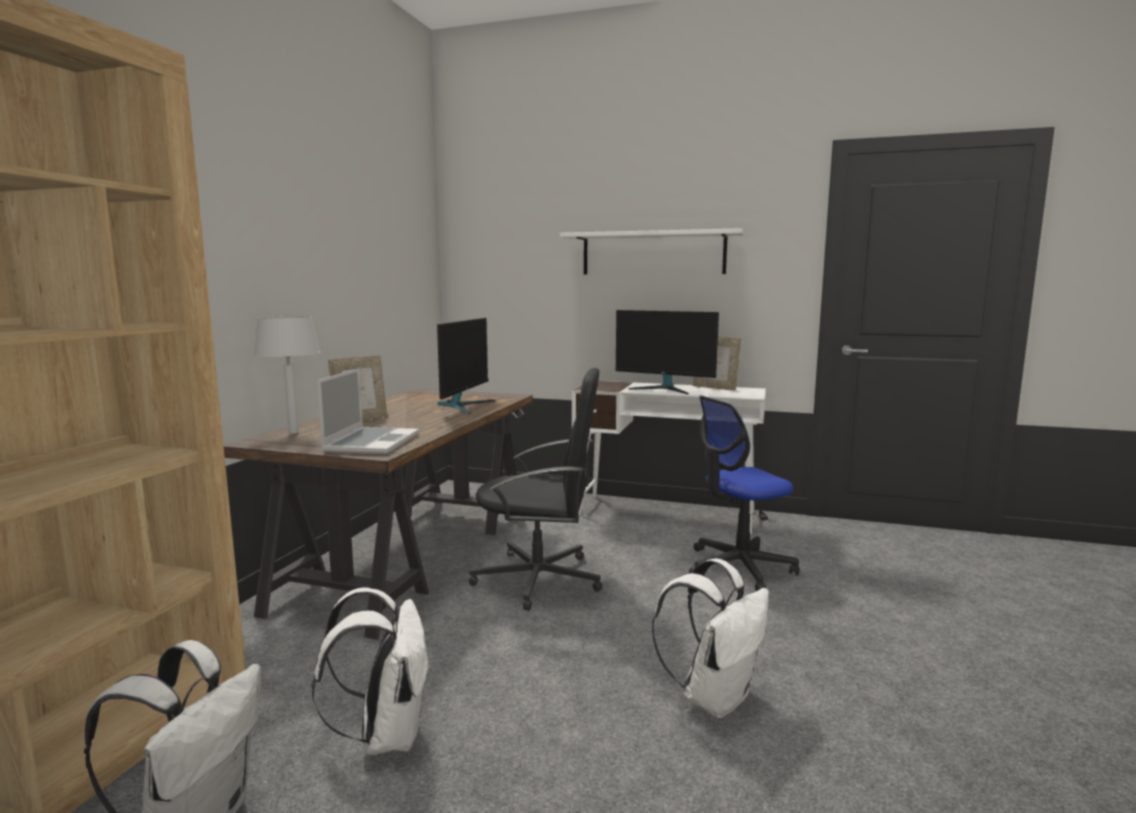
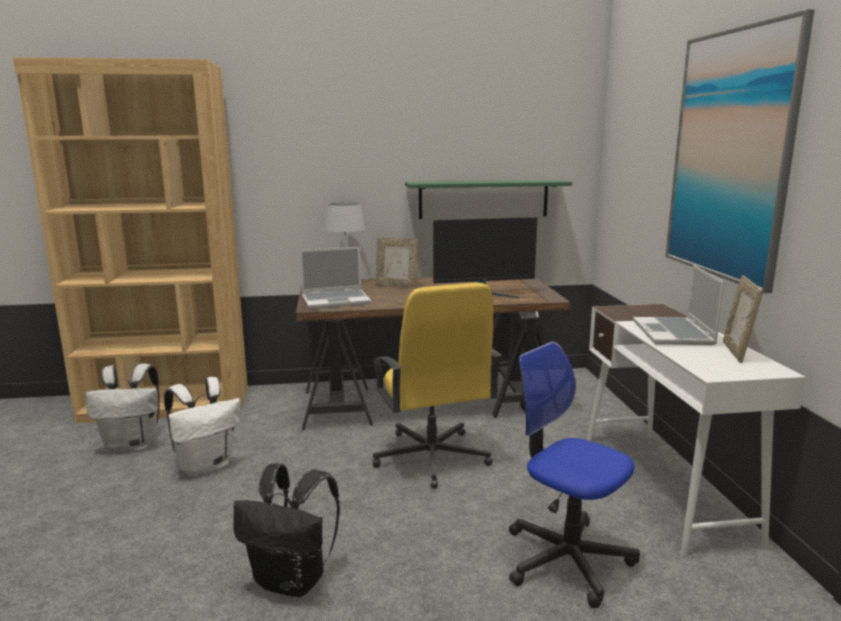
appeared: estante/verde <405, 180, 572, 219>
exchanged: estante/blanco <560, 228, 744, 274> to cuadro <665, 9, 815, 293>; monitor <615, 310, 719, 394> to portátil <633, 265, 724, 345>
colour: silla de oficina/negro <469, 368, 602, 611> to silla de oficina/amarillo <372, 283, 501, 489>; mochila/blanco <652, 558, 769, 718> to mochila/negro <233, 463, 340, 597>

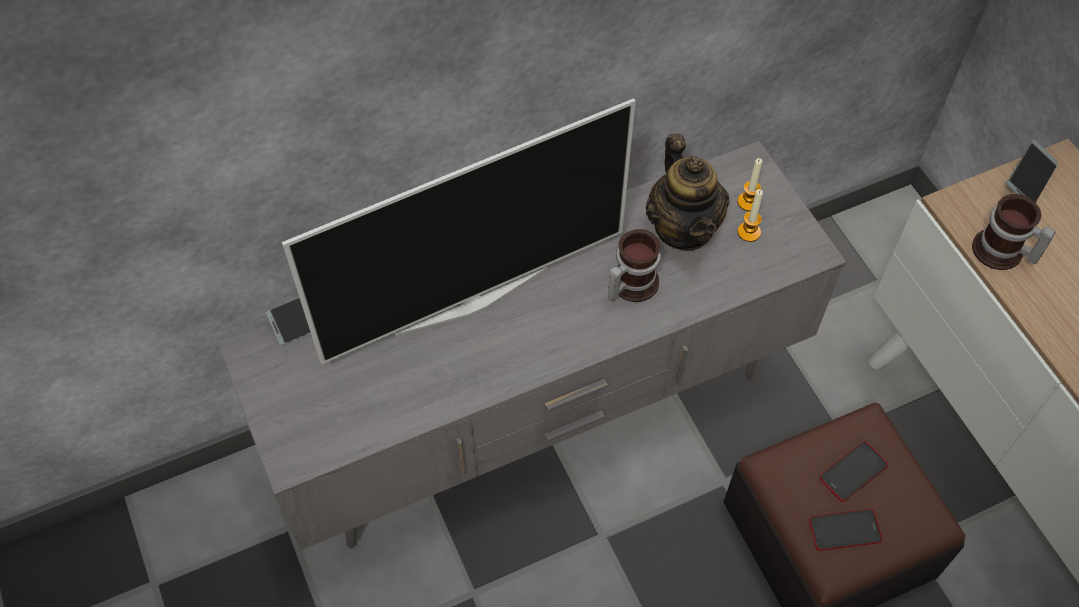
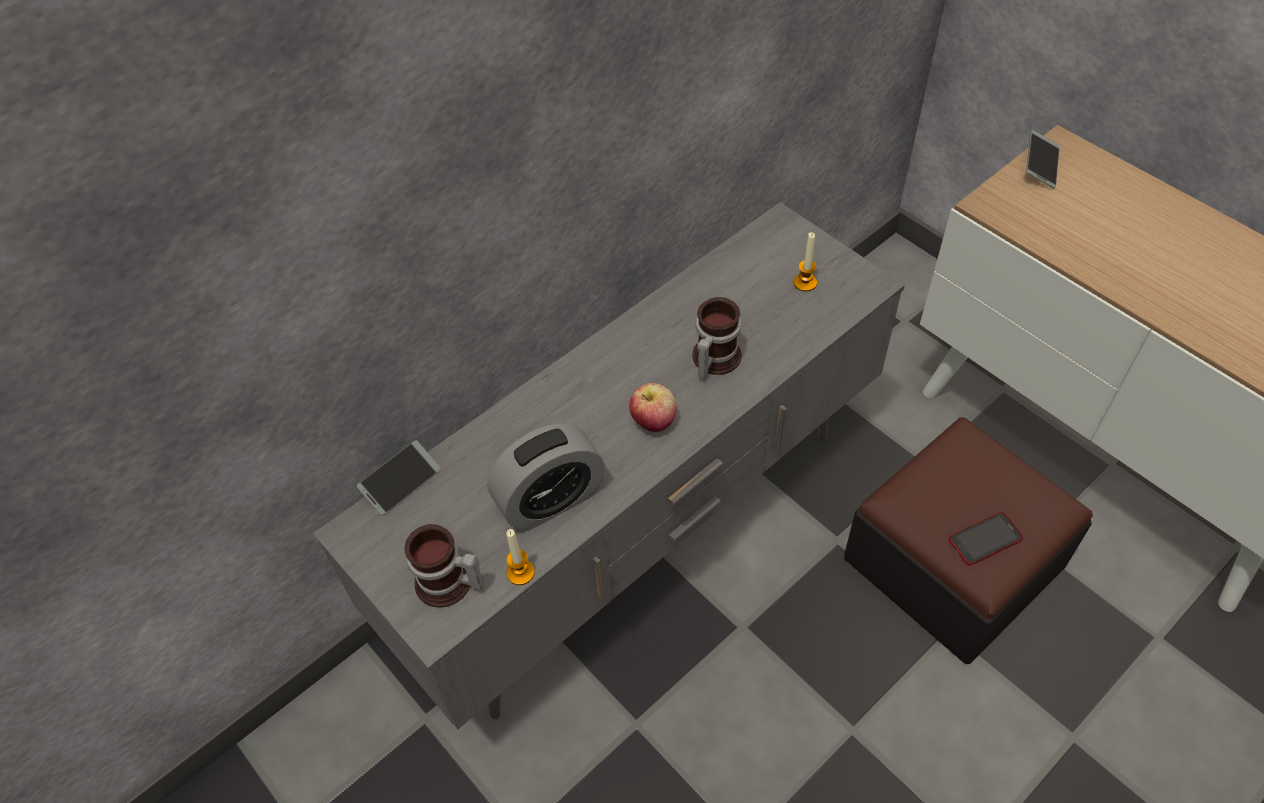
missing: televisor <282, 98, 635, 365>; tetera <646, 133, 730, 251>; móvil <820, 441, 888, 502>
appeared: despertador <487, 423, 605, 530>; manzana <629, 383, 677, 432>
relocated: vela <737, 158, 762, 211> to <506, 529, 535, 585>; taza grande <972, 194, 1056, 270> to <404, 524, 484, 608>

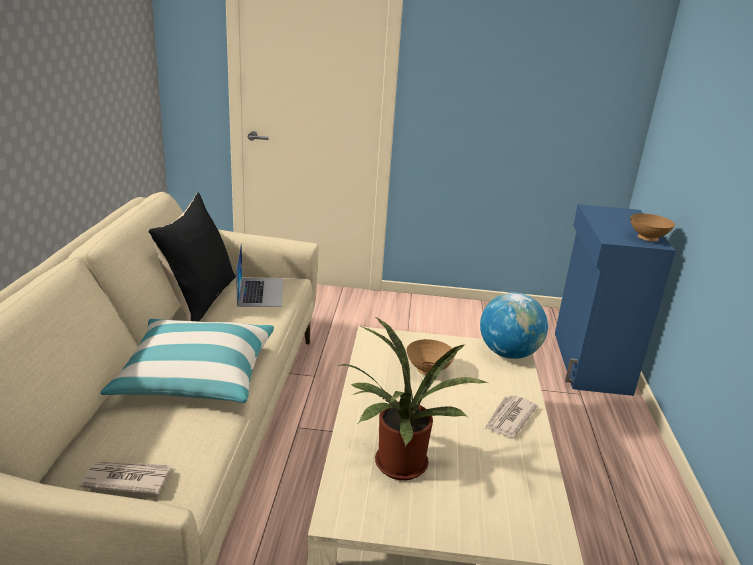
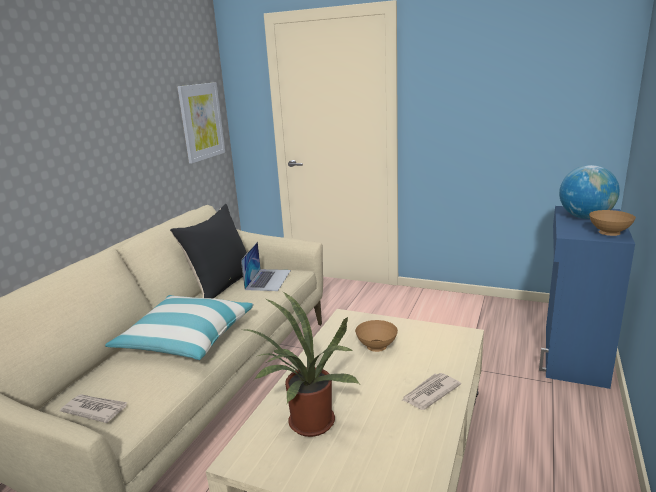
appeared: cuadro <177, 82, 225, 163>
relocated: globo terráqueo <480, 292, 548, 359> to <559, 165, 620, 219>

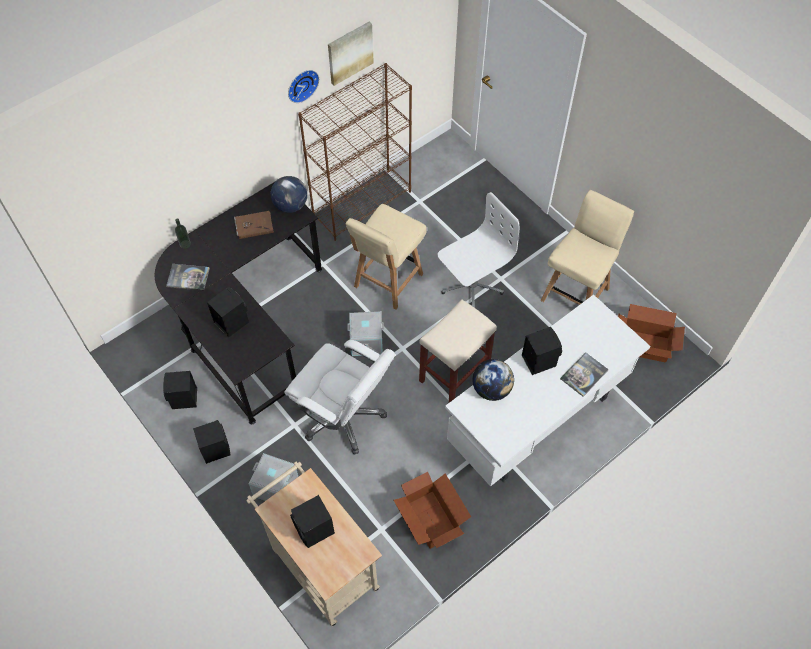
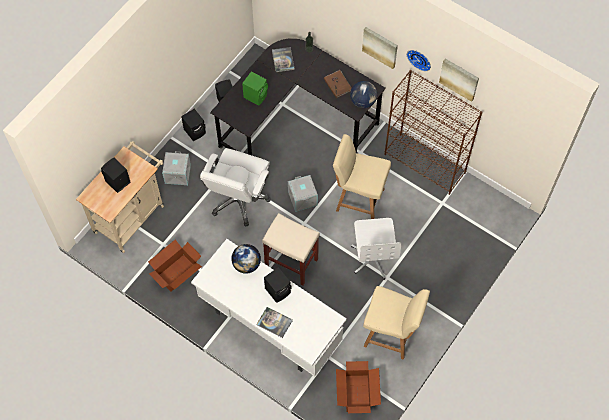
appeared: cuadro <362, 27, 398, 69>
colour: altavoz/negro <207, 287, 249, 338> to altavoz/verde <242, 71, 268, 106>
spun: silla de oficina/blanco <438, 192, 519, 308> = <351, 218, 401, 280> 45 degrees clockwise

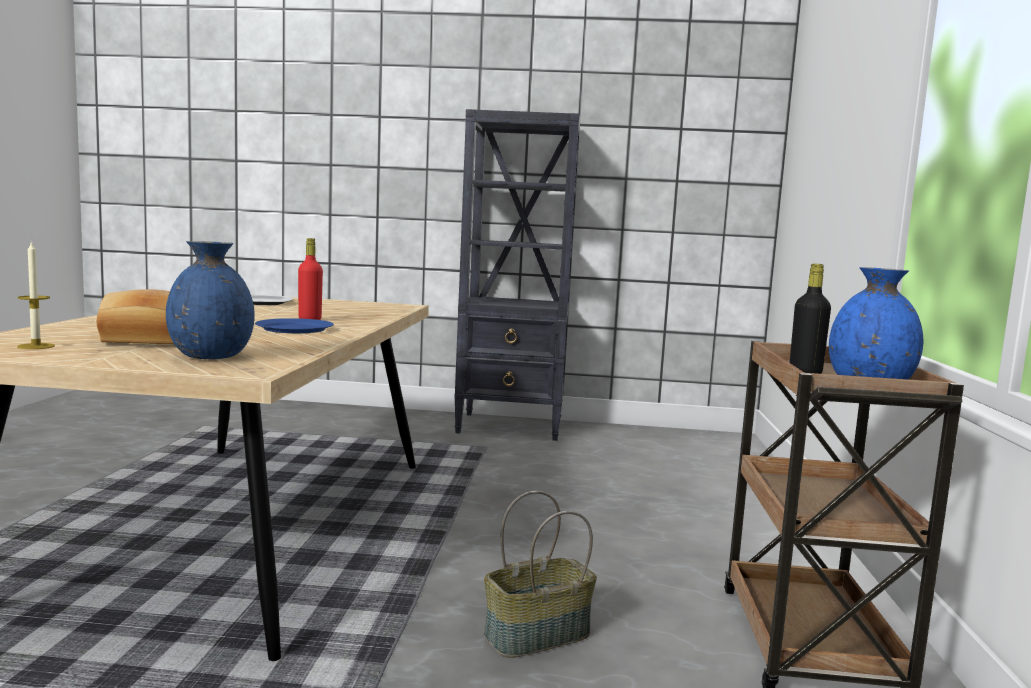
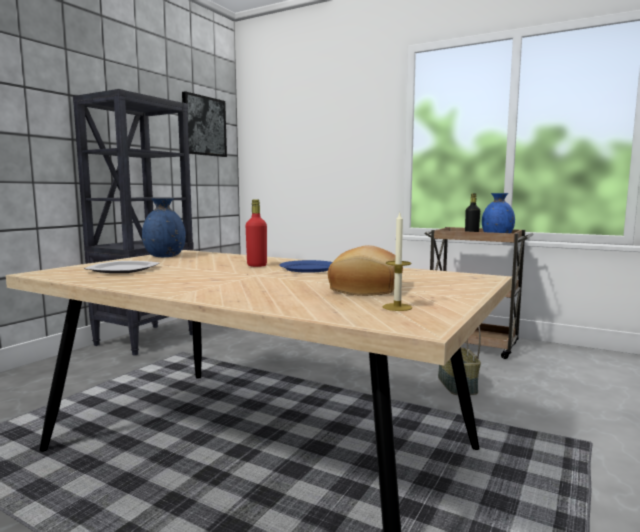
appeared: cuadro <182, 91, 227, 157>
relocated: florero/azul <166, 241, 255, 359> to <142, 198, 186, 257>

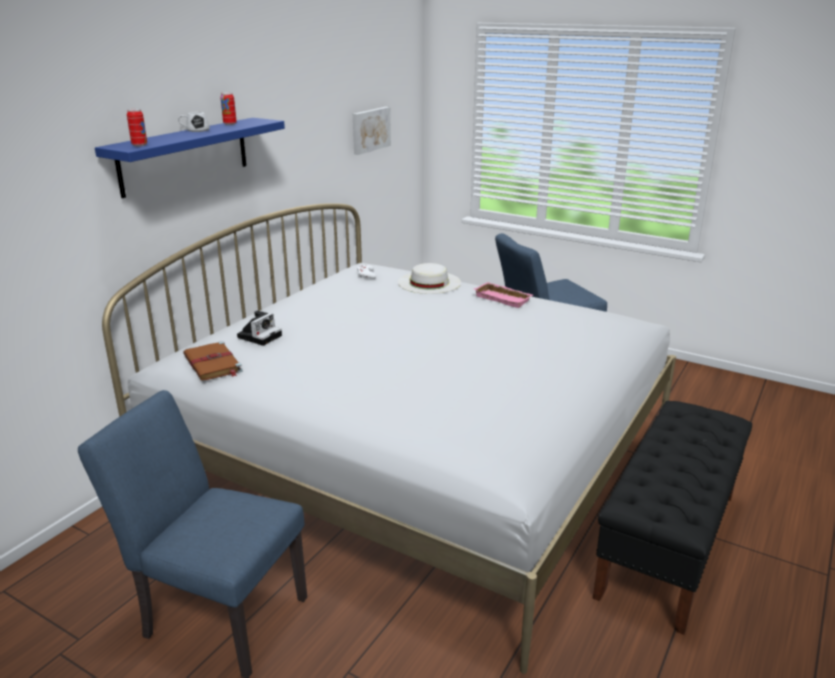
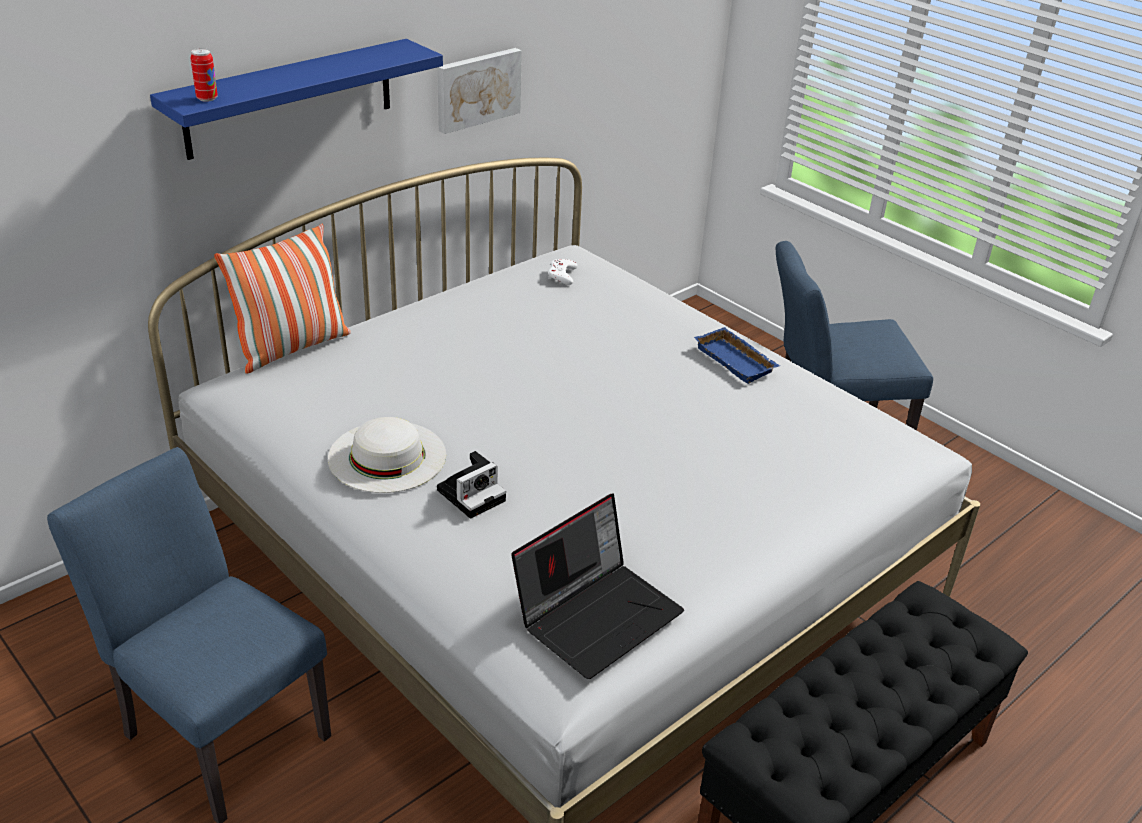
missing: taza grande/blanco <178, 112, 210, 132>; libro/marrón <183, 341, 243, 380>; lata <220, 92, 237, 125>
appeared: cojín <214, 224, 351, 374>; portátil <511, 493, 684, 679>
relocated: cámara <237, 311, 282, 346> to <437, 451, 506, 518>; cuadro <353, 107, 391, 155> to <437, 48, 522, 134>; sombrero/blanco <398, 263, 461, 294> to <328, 417, 446, 493>
colour: bandeja/rosa <474, 282, 533, 308> to bandeja/azul <694, 327, 780, 384>

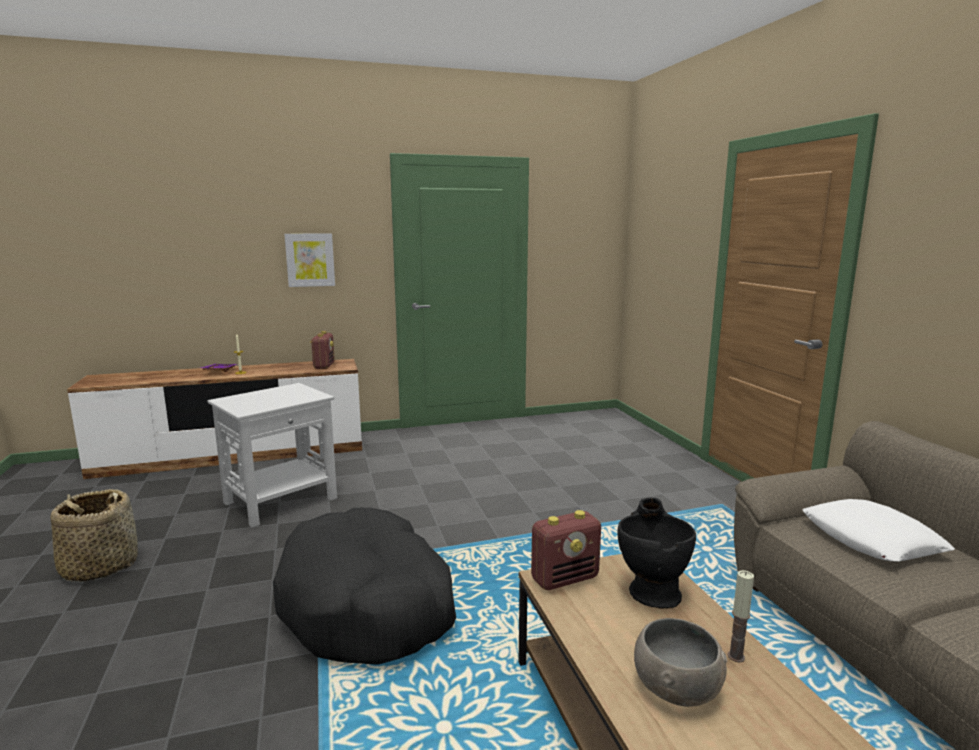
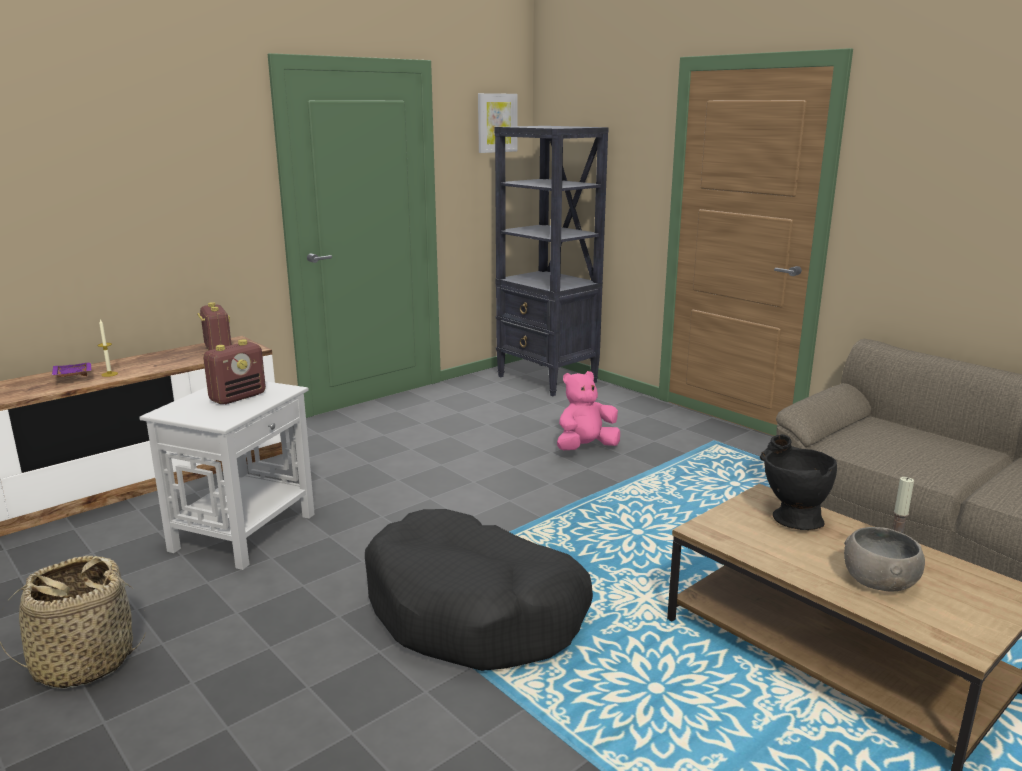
missing: cojín/blanco <802, 499, 955, 562>
appeared: estantería/negro <494, 126, 609, 396>; peluche/rosa <557, 371, 620, 450>
relocated: cuadro <284, 233, 335, 287> to <478, 93, 518, 153>; radio <531, 510, 601, 590> to <203, 339, 266, 404>

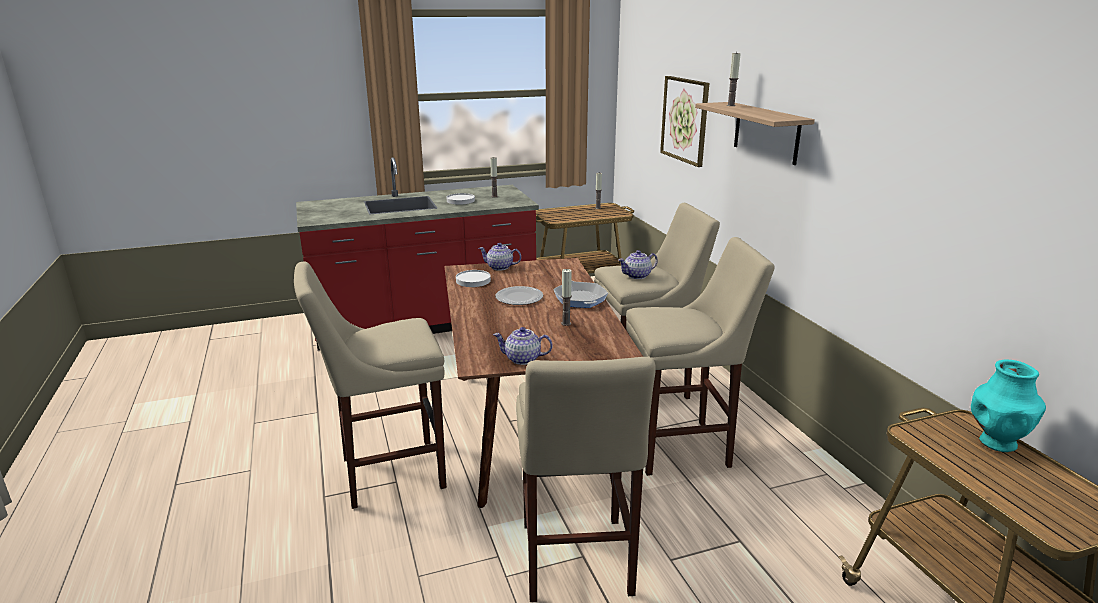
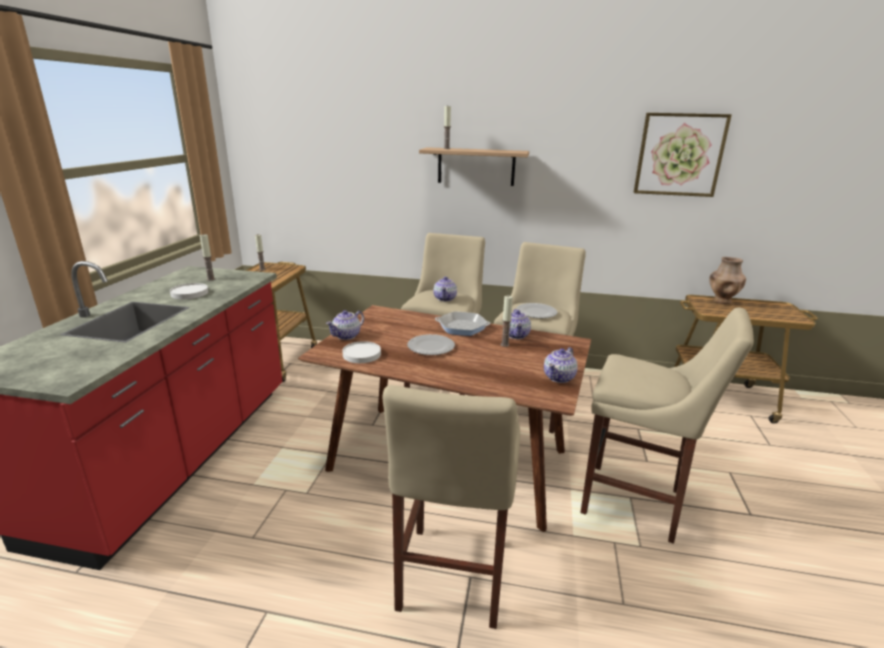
appeared: tetera <509, 309, 531, 339>; plato <516, 303, 557, 318>
relocated: cuadro <660, 76, 709, 167> to <633, 113, 732, 197>
colour: florero/turquesa <971, 360, 1046, 452> to florero/marrón <709, 257, 746, 304>

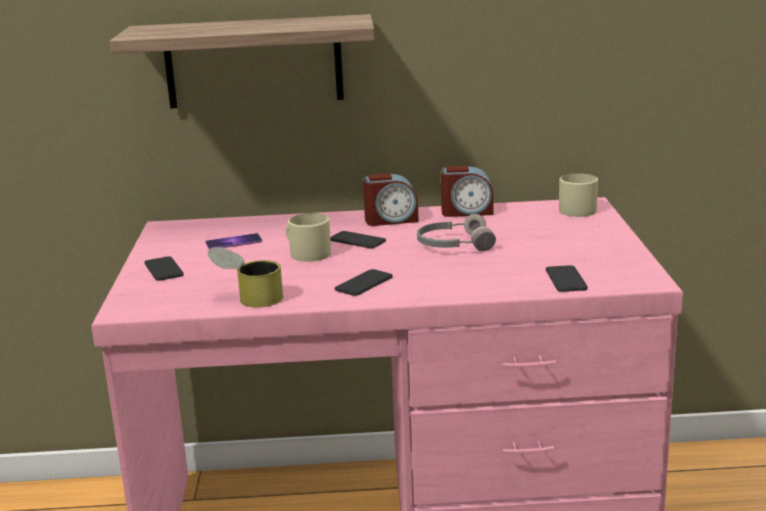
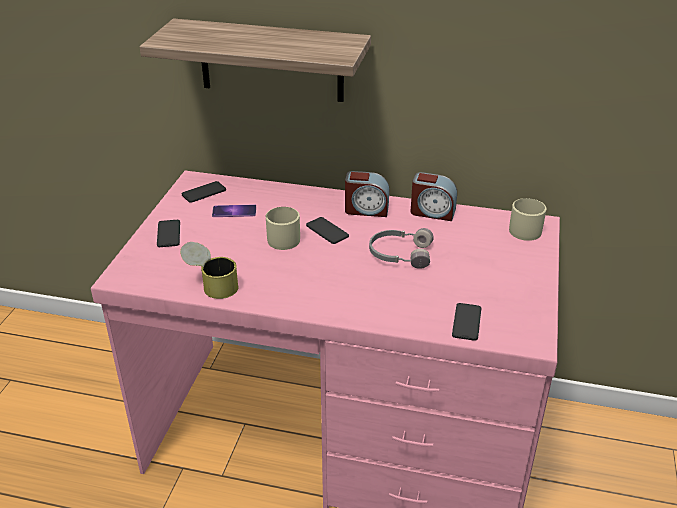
relocated: móvil <335, 269, 393, 296> to <182, 181, 226, 203>

